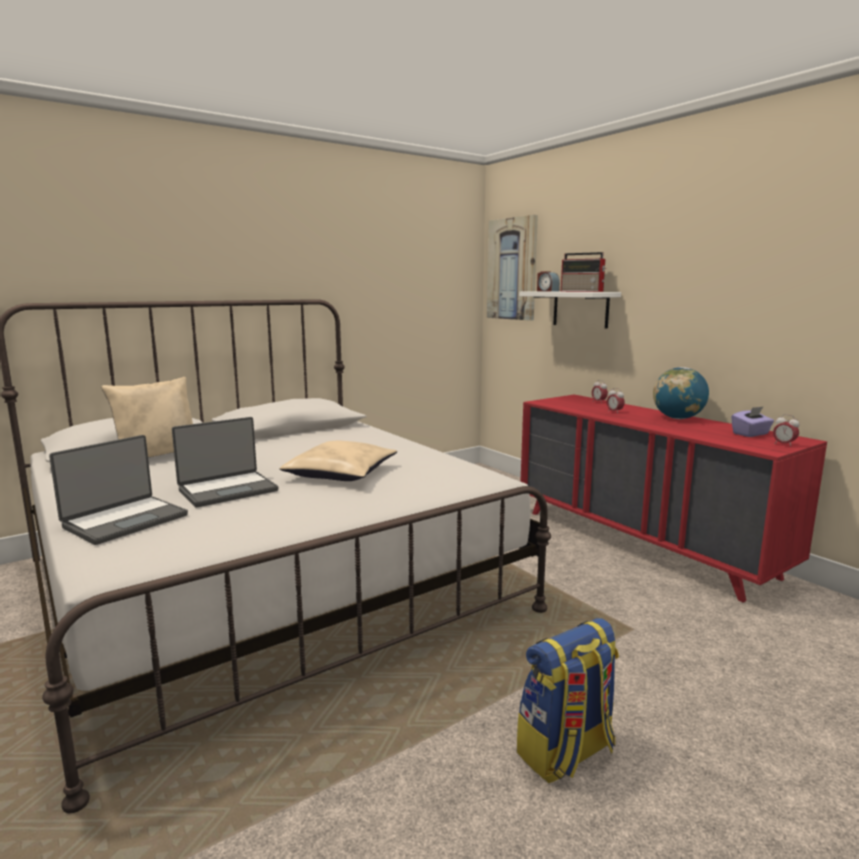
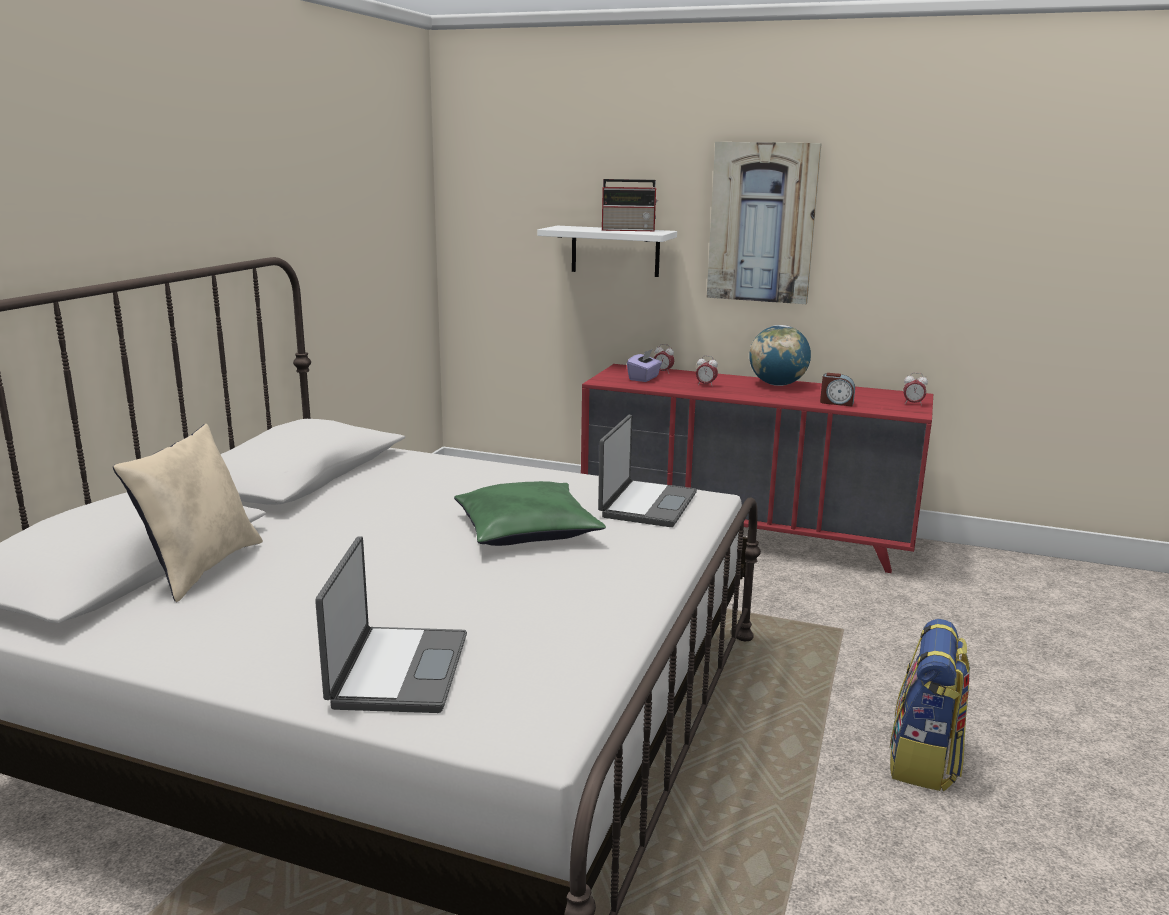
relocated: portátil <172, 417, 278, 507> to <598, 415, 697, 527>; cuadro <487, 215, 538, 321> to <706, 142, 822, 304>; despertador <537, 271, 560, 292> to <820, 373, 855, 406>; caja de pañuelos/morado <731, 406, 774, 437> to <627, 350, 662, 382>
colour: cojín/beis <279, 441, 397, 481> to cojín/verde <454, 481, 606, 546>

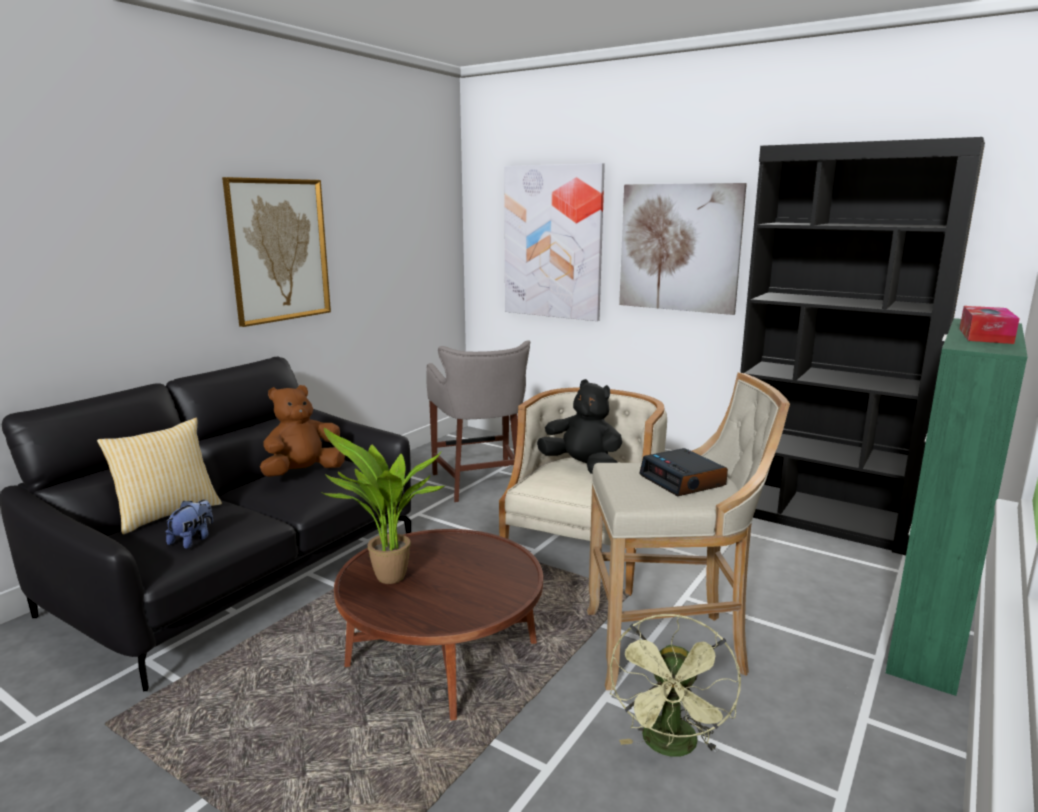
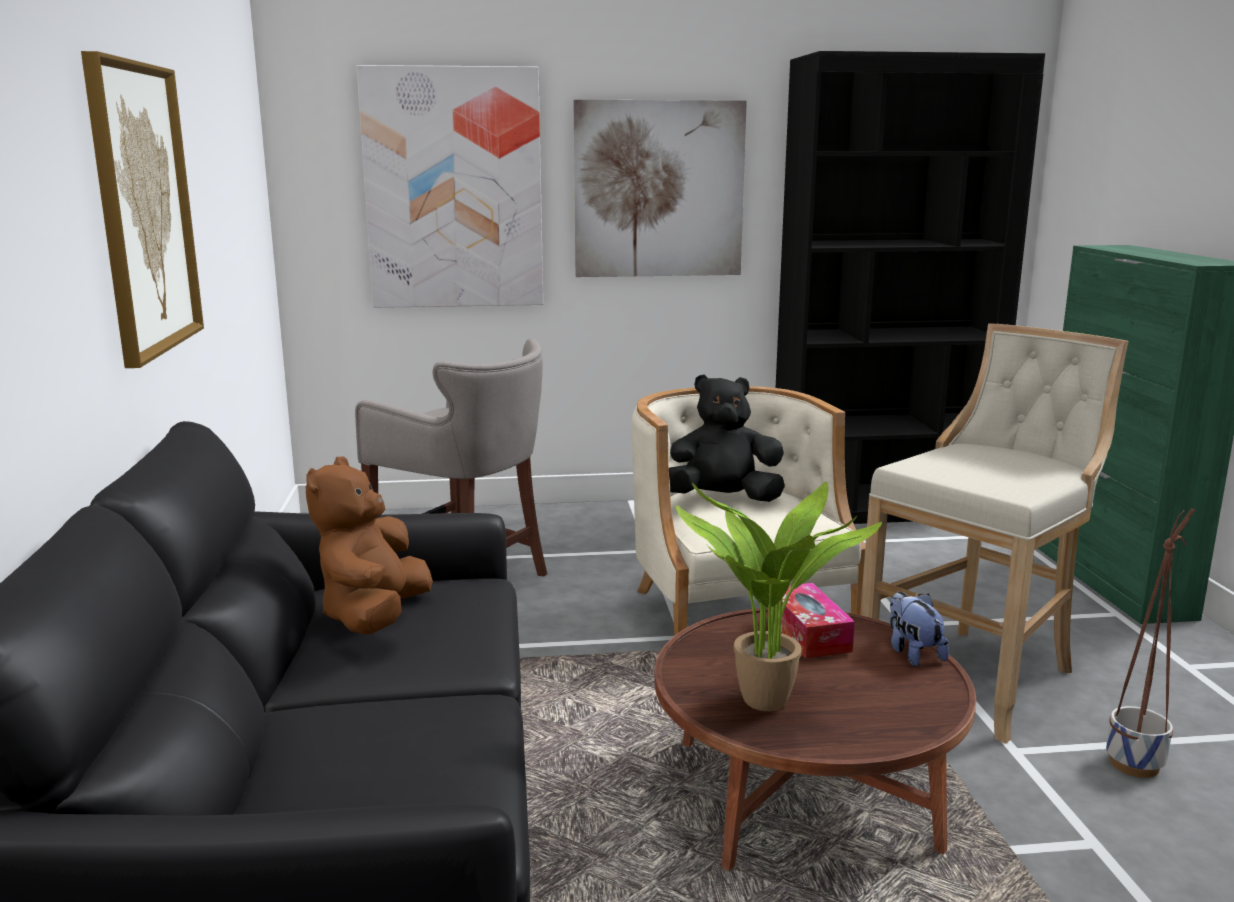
missing: cojín <97, 418, 222, 535>; despertador <639, 448, 728, 496>
relocated: peluche <166, 500, 213, 549> to <890, 592, 949, 666>; caja de pañuelos <960, 306, 1020, 344> to <767, 583, 855, 658>
exchanged: ventilador/verde <610, 614, 741, 757> to maceta <1106, 508, 1195, 778>

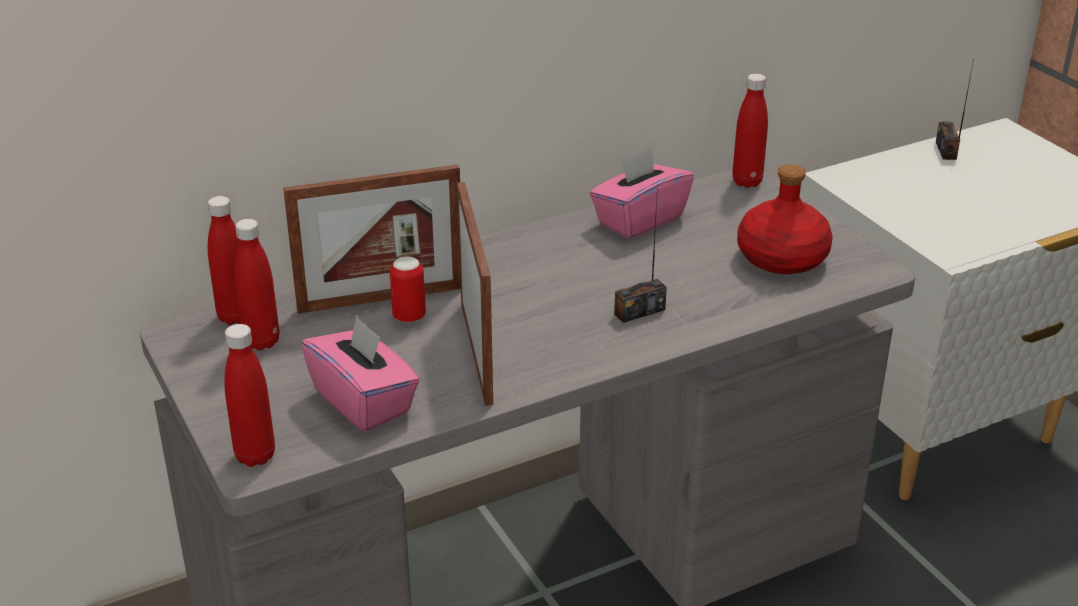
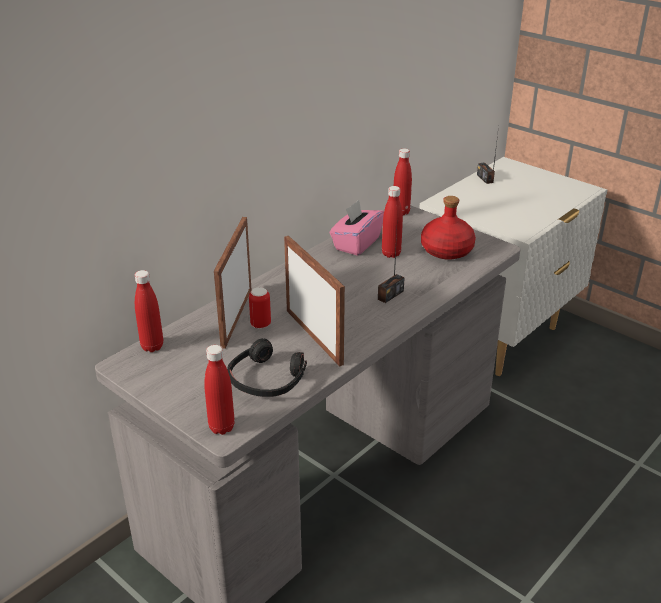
relocated: botella/rojo <235, 219, 279, 350> to <382, 186, 403, 258>
exchanged: caja de pañuelos/rosa <301, 315, 420, 432> to auriculares/negro <227, 338, 307, 397>
spun: portarretratos <283, 165, 461, 314> = <214, 217, 252, 349> 135 degrees clockwise

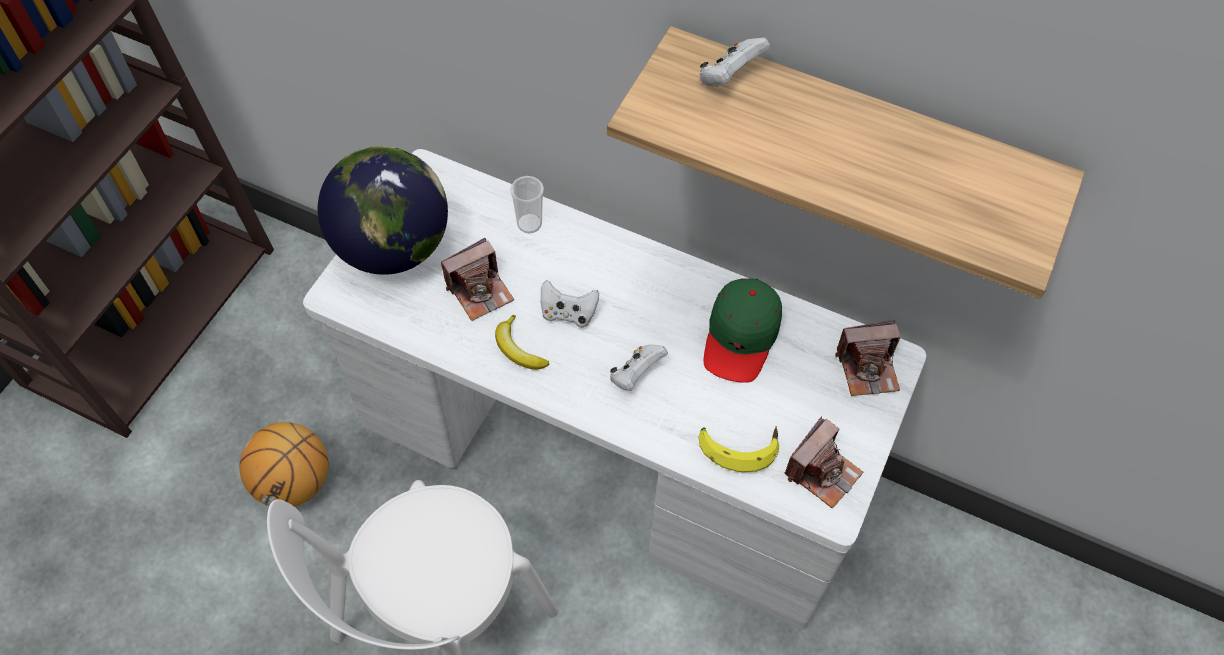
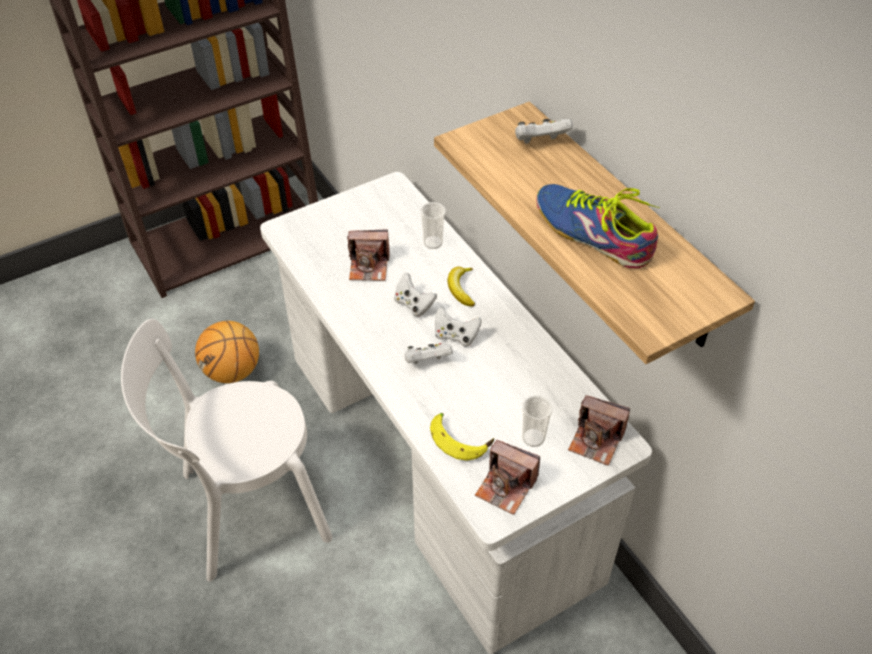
missing: globo terráqueo <318, 146, 448, 275>; gorra/verde <704, 278, 782, 382>
appeared: mando de consola/blanco <435, 307, 482, 347>; taza <522, 395, 553, 447>; zapato <536, 184, 660, 268>
relocated: plátano <495, 315, 549, 370> to <447, 267, 475, 307>
spun: cámara <785, 416, 863, 509> = <475, 440, 540, 515> 45 degrees clockwise

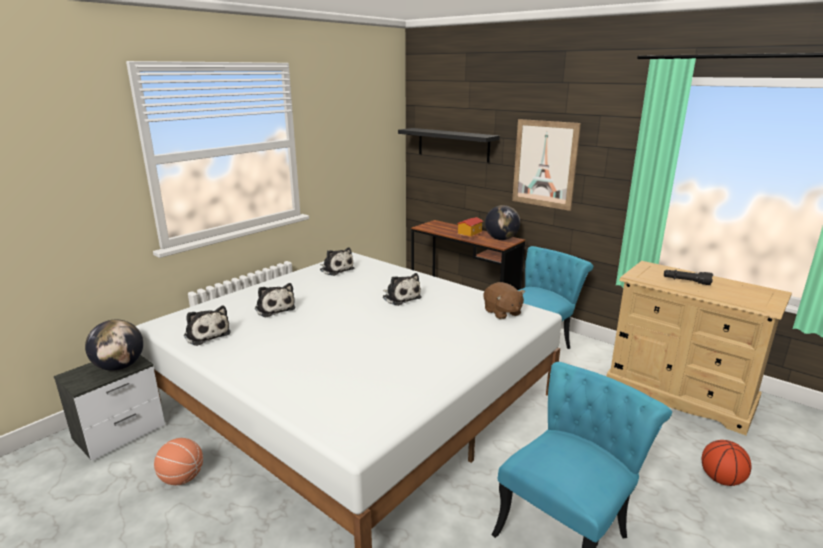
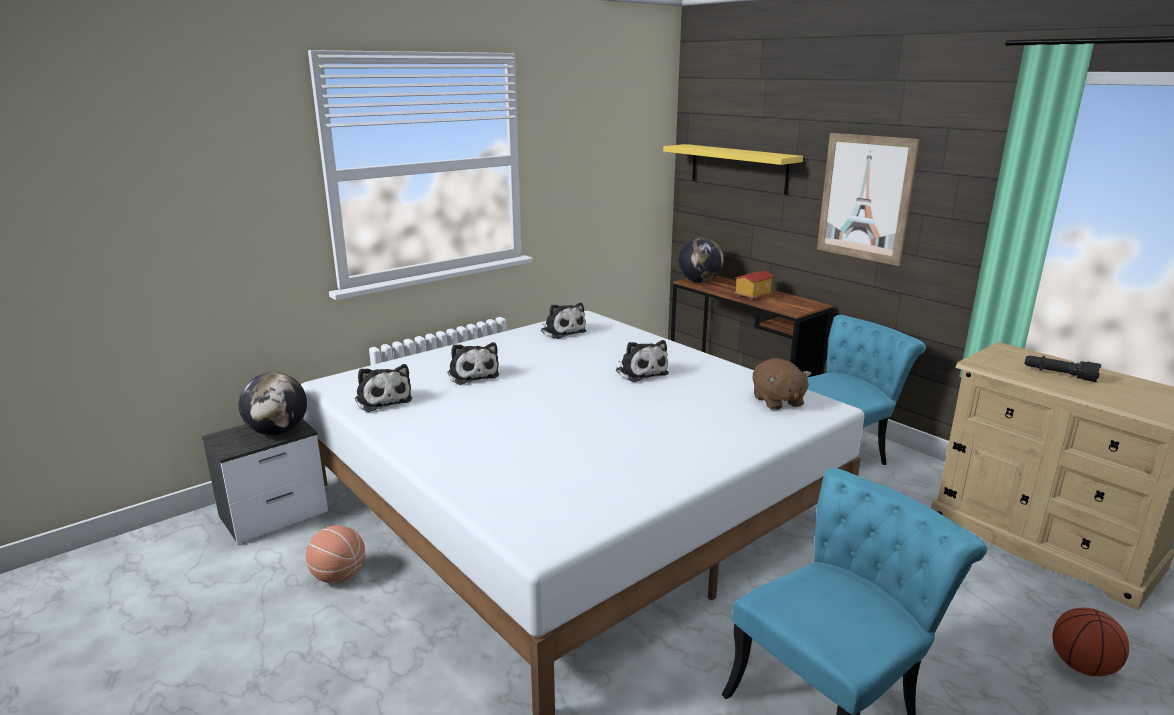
relocated: globo terráqueo <485, 205, 520, 240> to <678, 238, 724, 283>
colour: estante/negro <398, 128, 500, 163> to estante/amarillo <663, 144, 803, 194>

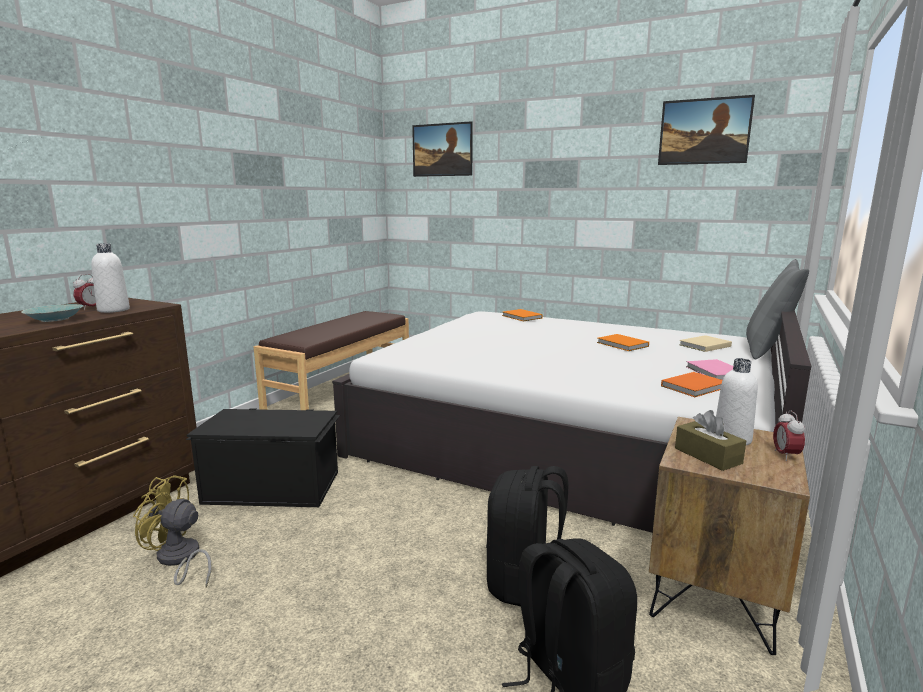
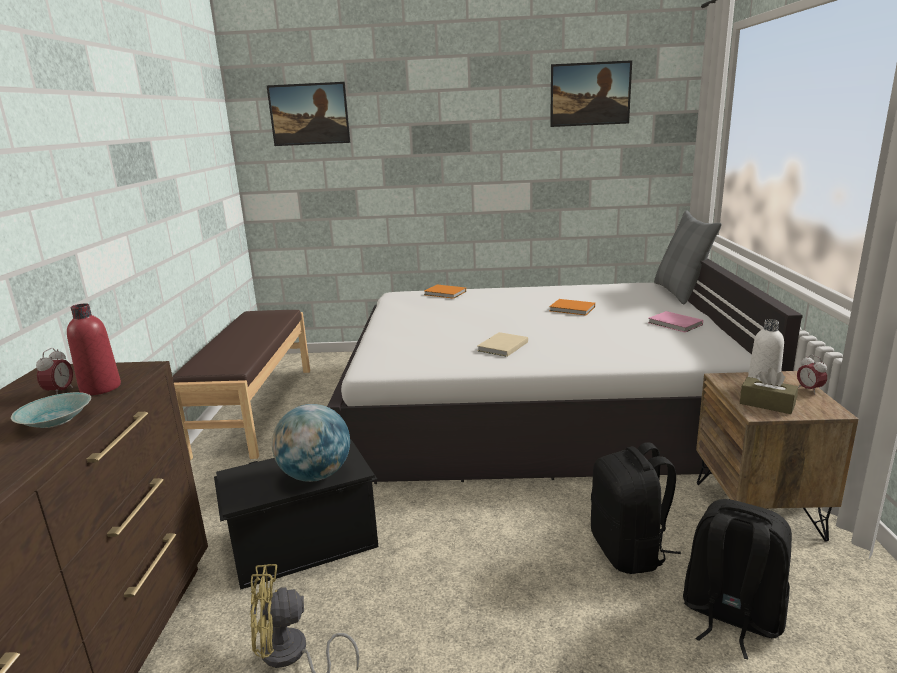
missing: libro/naranja <661, 372, 723, 397>
appeared: globo terráqueo <272, 404, 350, 482>
relocated: libro/beis <679, 335, 732, 352> to <477, 332, 528, 357>
colour: botella/blanco <91, 243, 130, 313> to botella/rojo <67, 303, 121, 395>

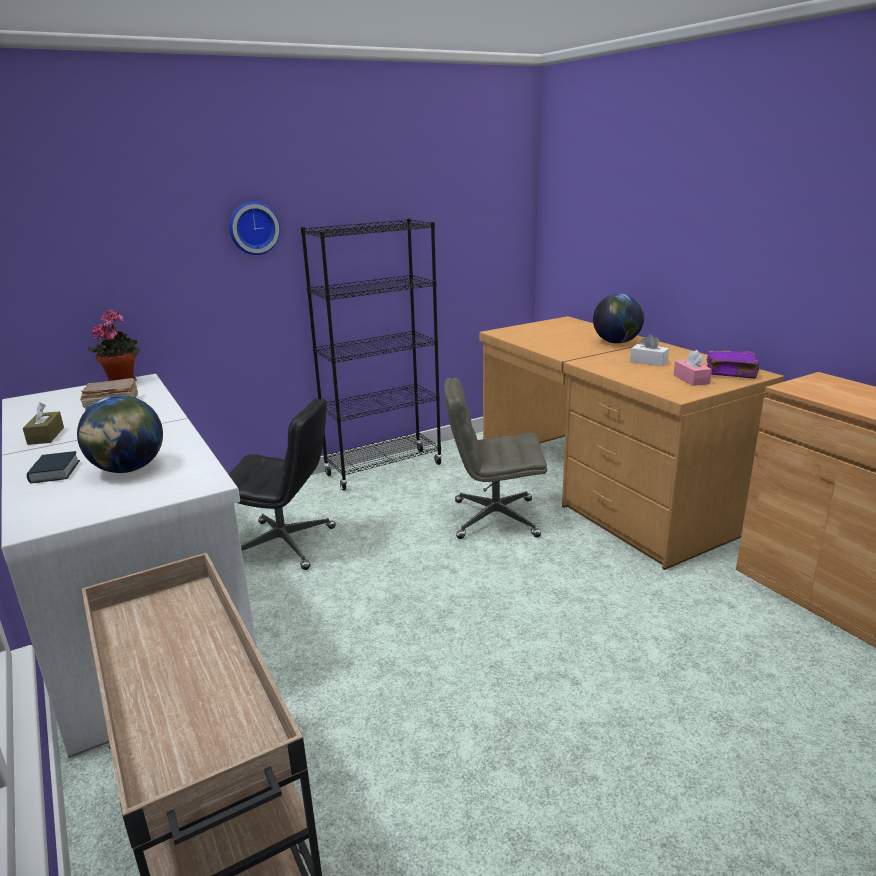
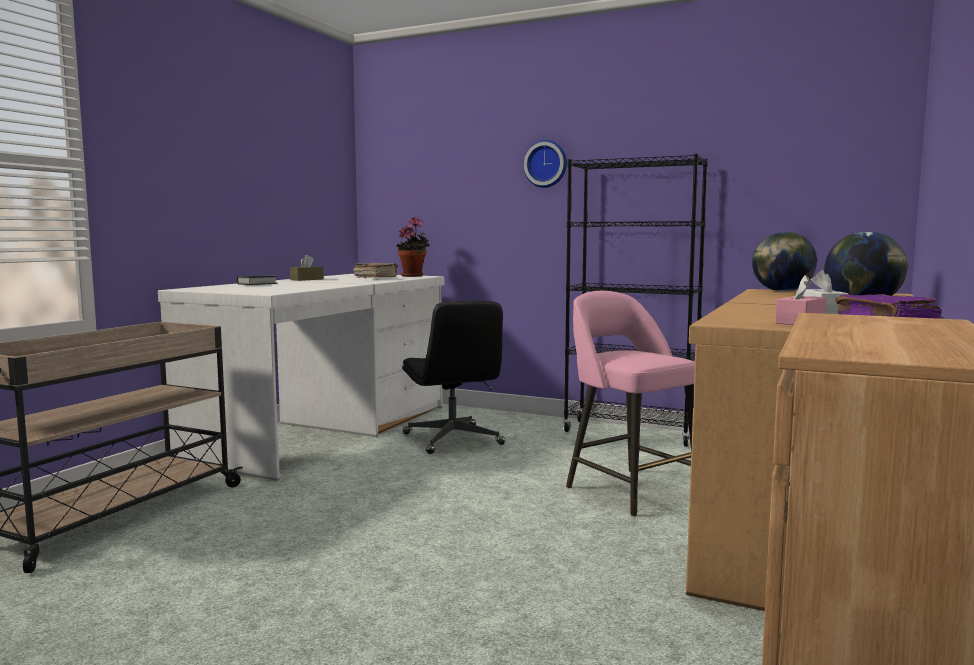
relocated: globo terráqueo <77, 395, 163, 473> to <752, 232, 817, 292>
exchanged: silla de oficina/gris <444, 378, 547, 539> to taburete/rosa <566, 291, 695, 517>

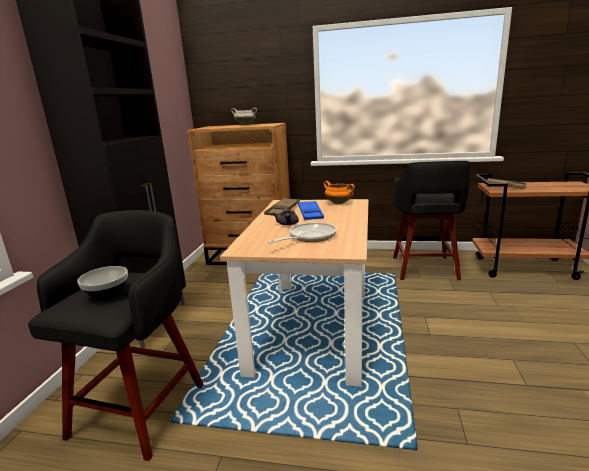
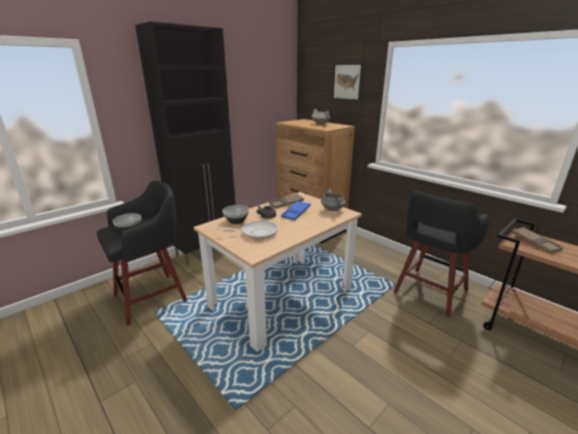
appeared: cuenco <223, 205, 249, 224>; cuadro <332, 63, 363, 101>
colour: olla/naranja <324, 181, 355, 204> to olla/gris <321, 189, 346, 212>

